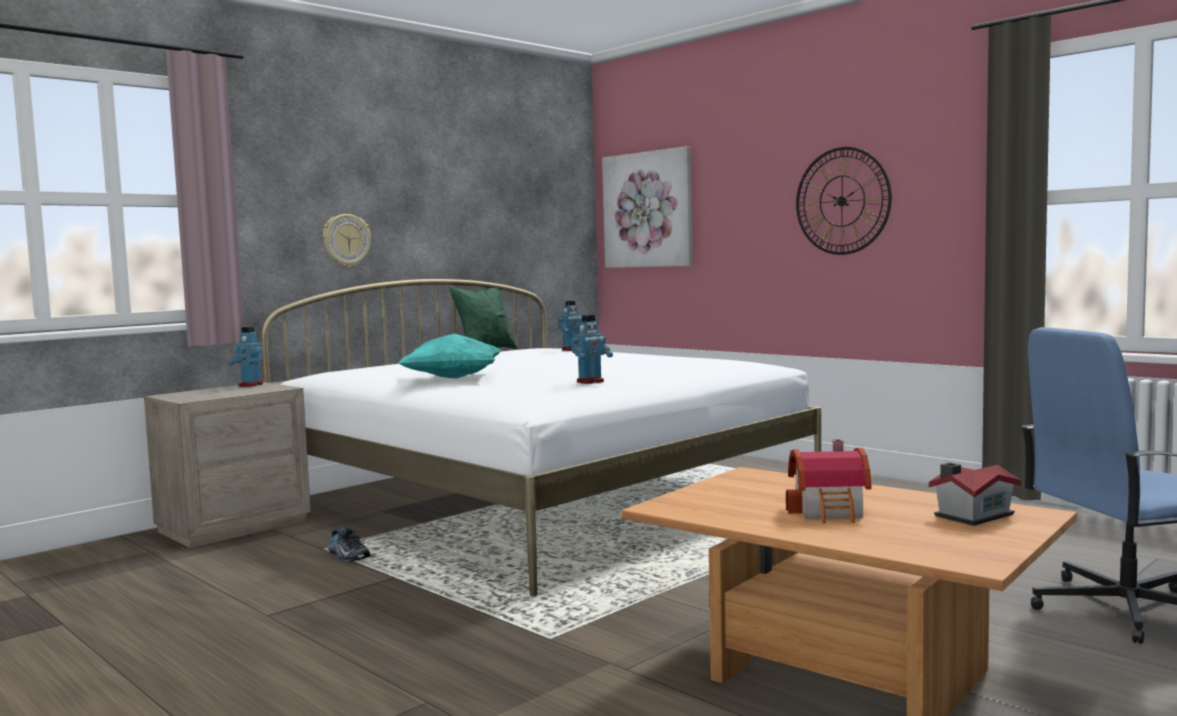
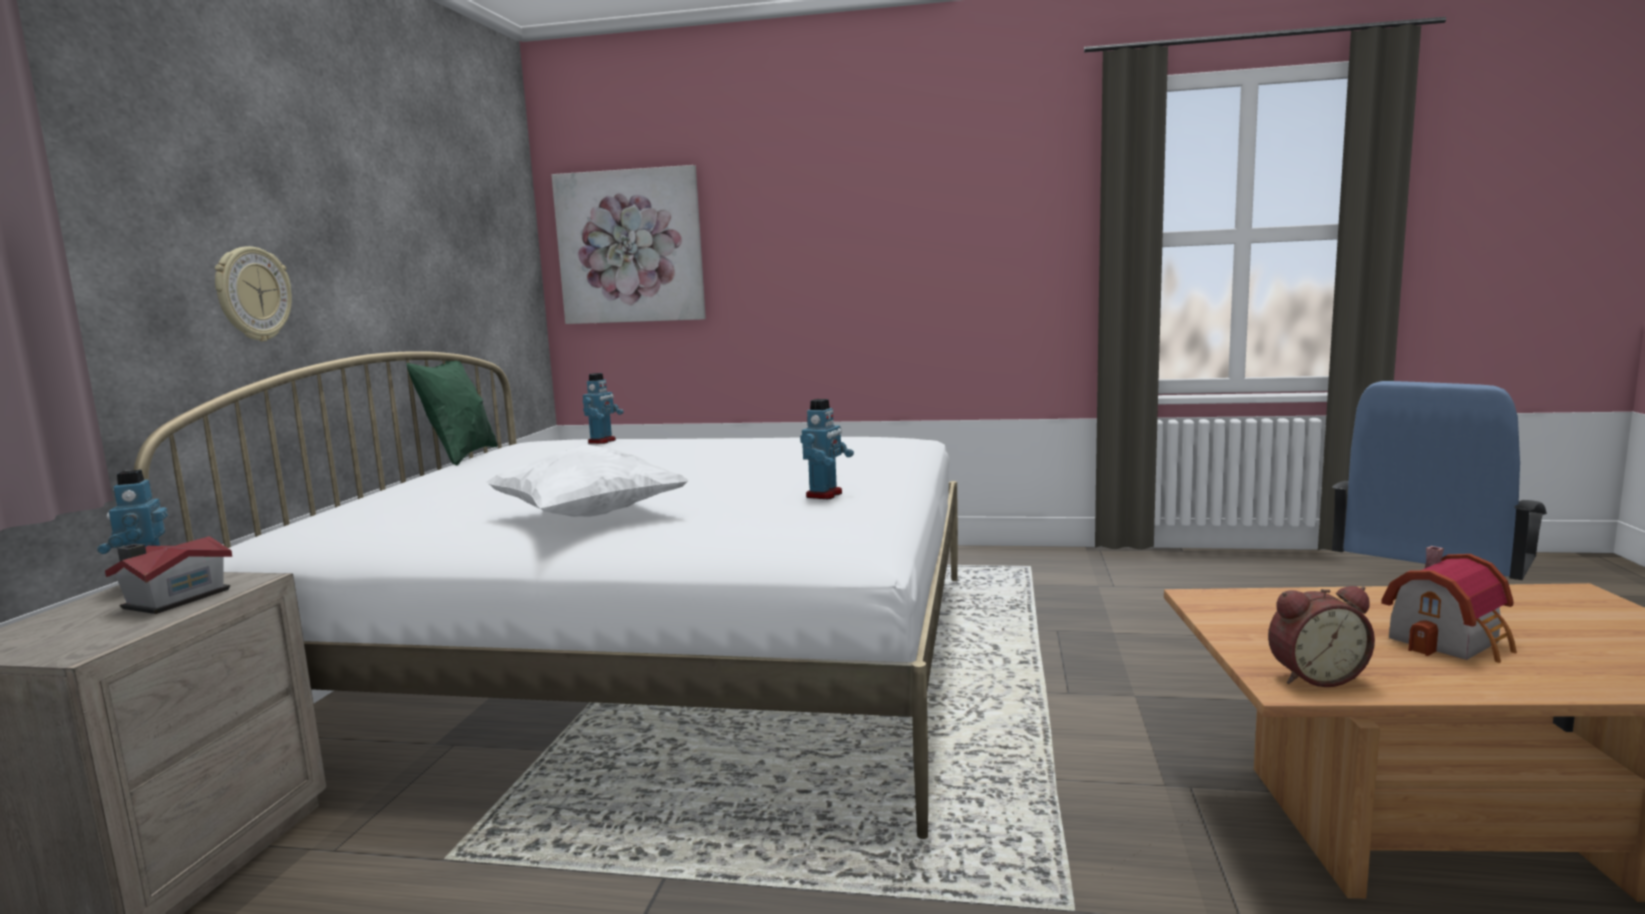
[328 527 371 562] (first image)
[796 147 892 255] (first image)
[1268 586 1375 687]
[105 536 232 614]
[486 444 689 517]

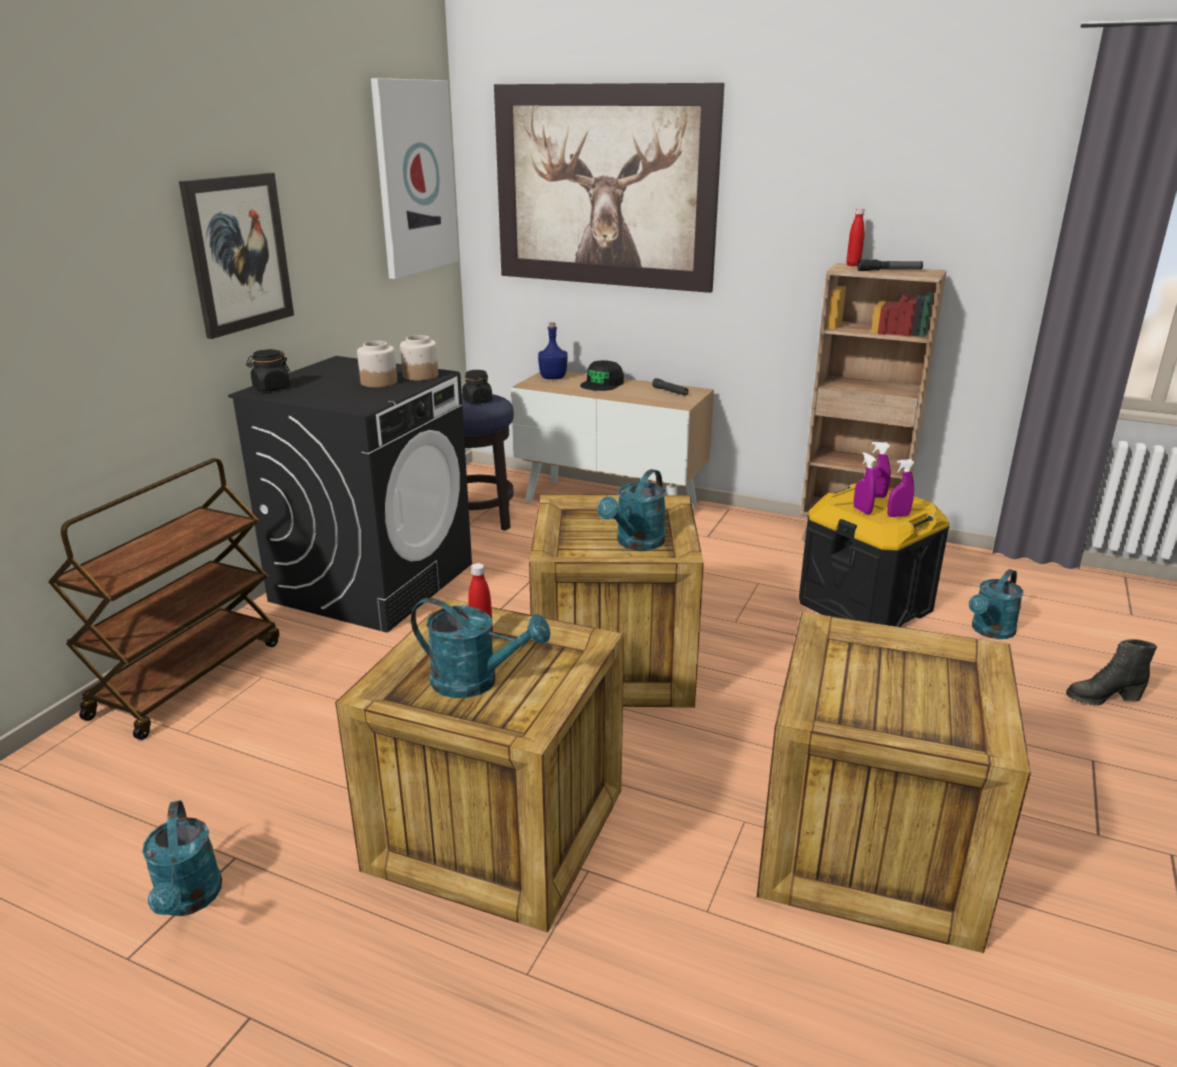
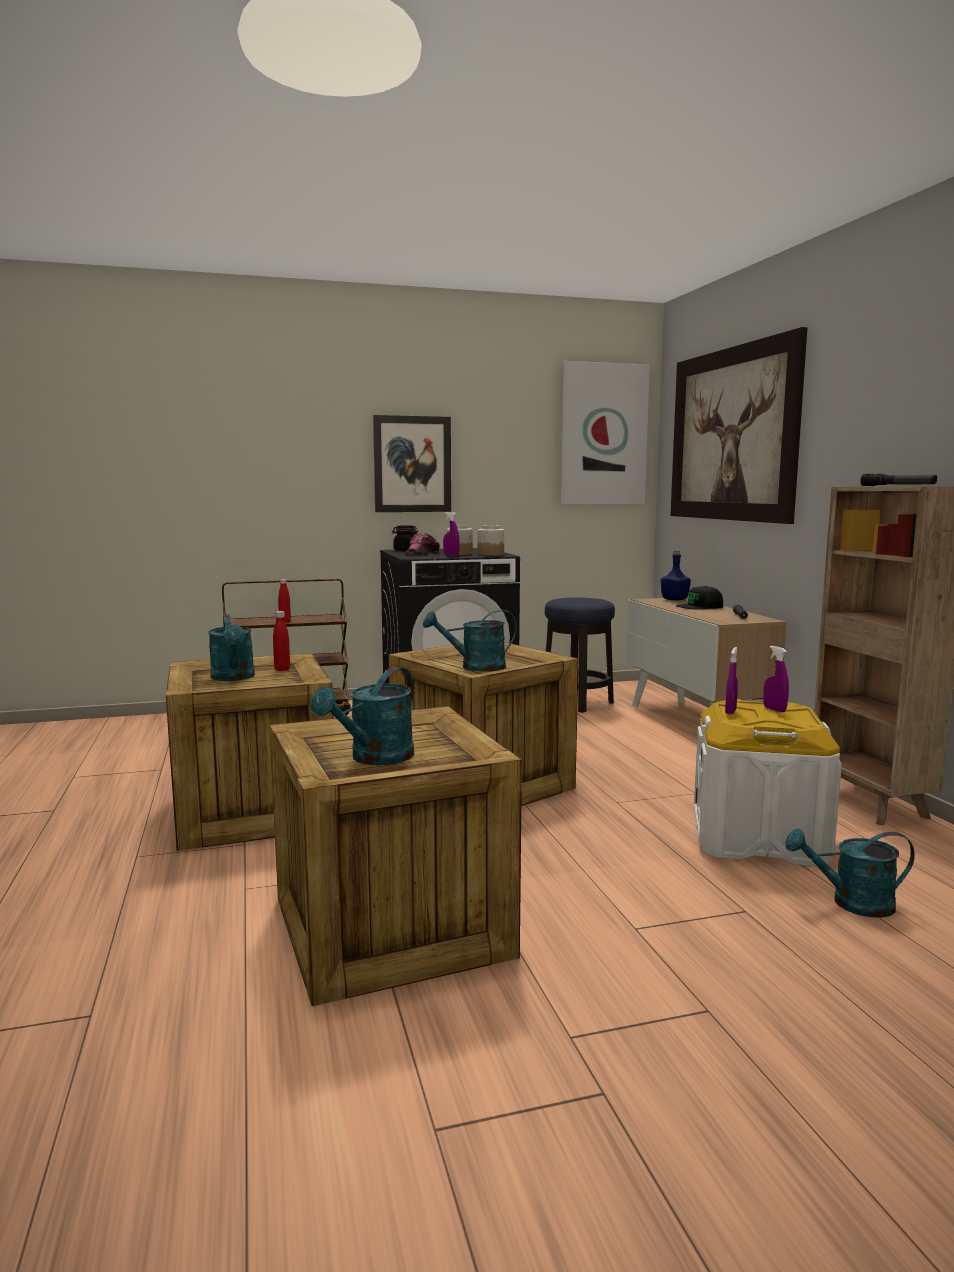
[462 370 492 404] (first image)
[1066 639 1157 705] (first image)
[405 533 440 555]
[311 667 414 765]
[278 579 291 623]
[443 512 460 556]
[694 699 842 866]

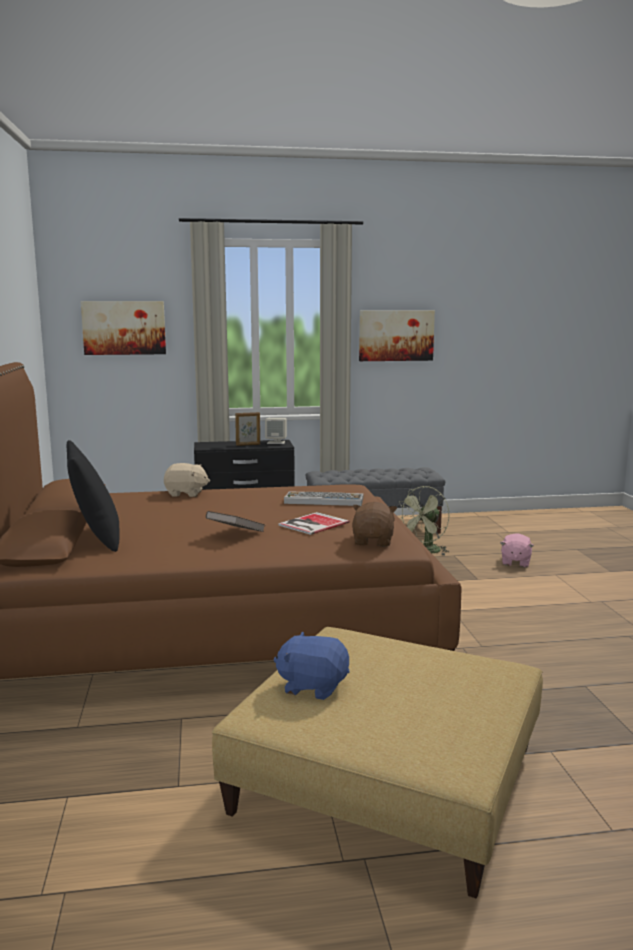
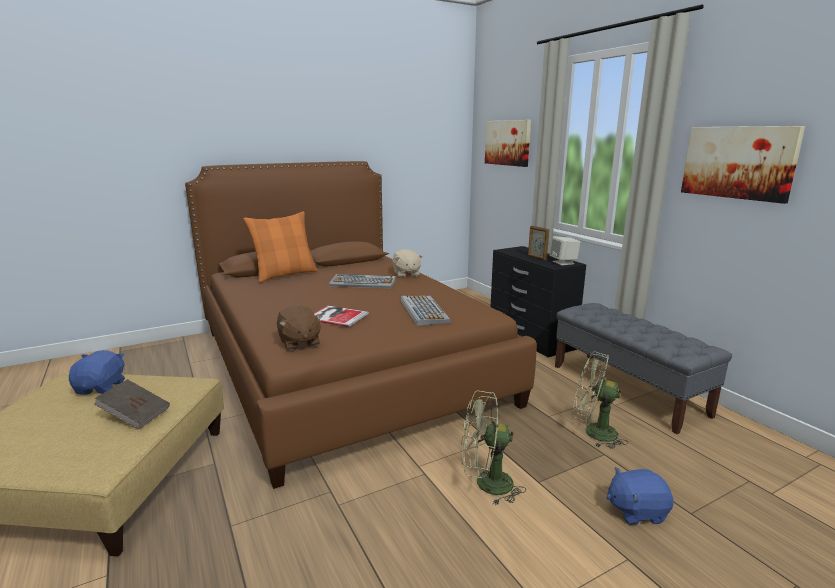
[329 274 396 288]
[461 391 526 505]
[94 379 170 430]
[243 211 318 283]
[606 467 674 525]
[277 305 323 351]

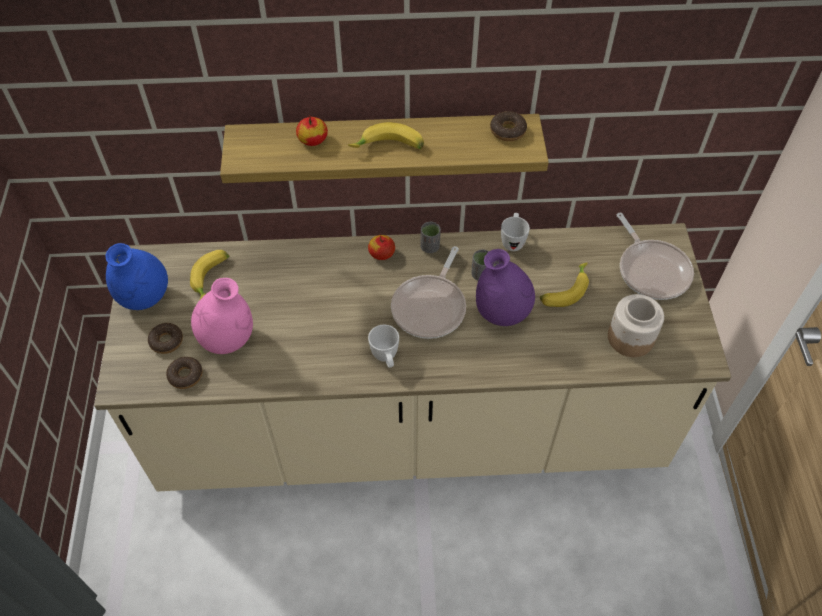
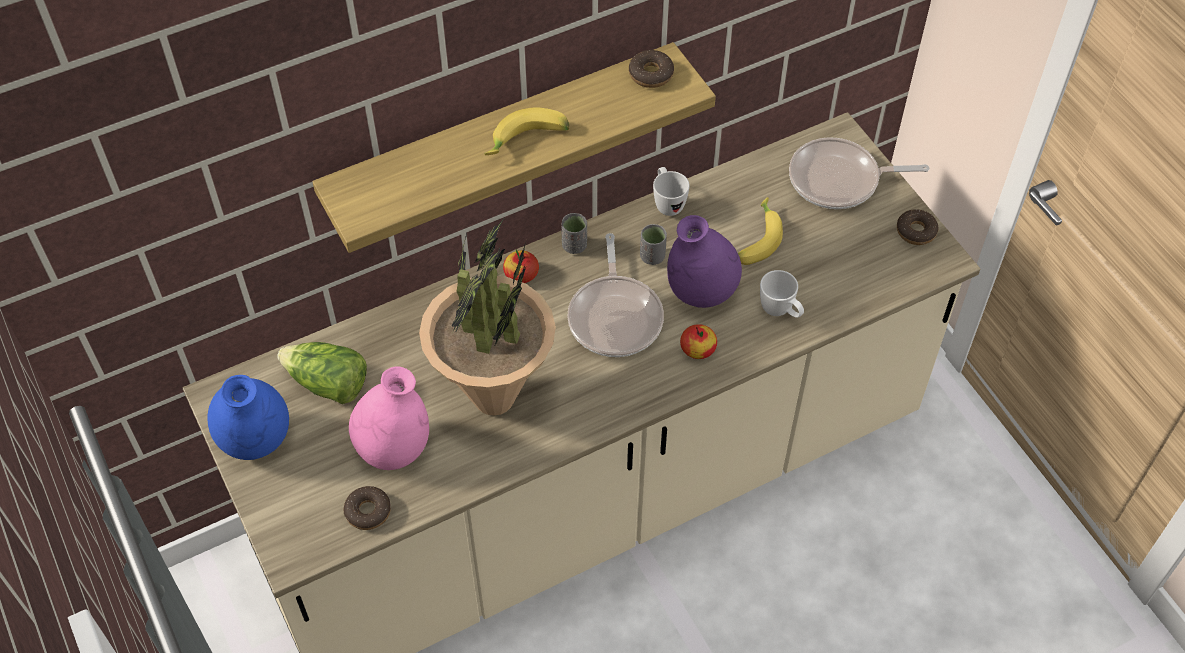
[608 294 664 357] (first image)
[419 219 556 416]
[897 209 939 245]
[680 324 717 359]
[760 270 804 318]
[277 342 367 404]
[789 137 929 209]

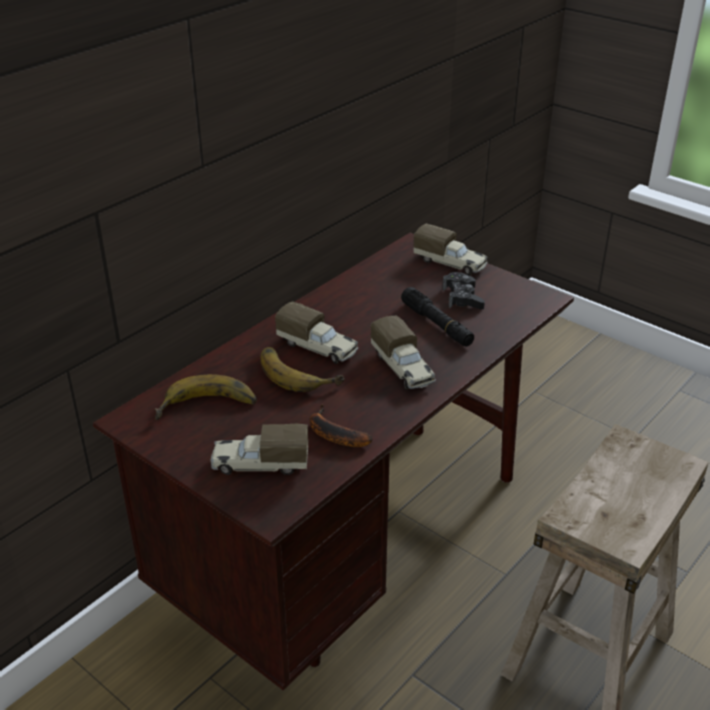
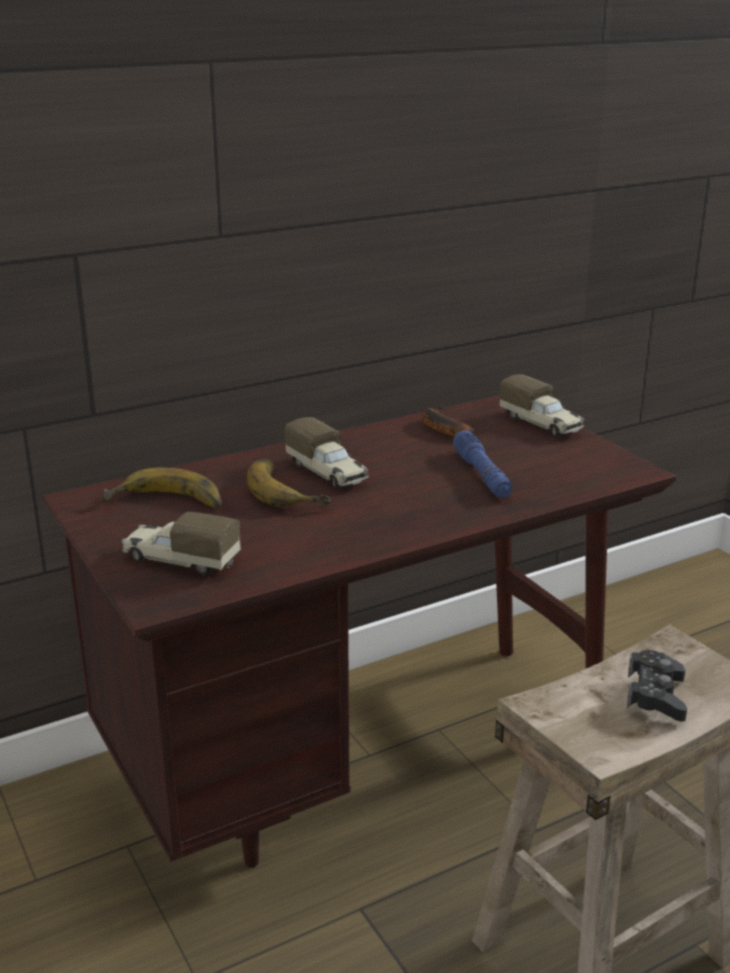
[371 316 436 389] (first image)
[422 406 474 437]
[627 650 687 722]
[453 430 513 498]

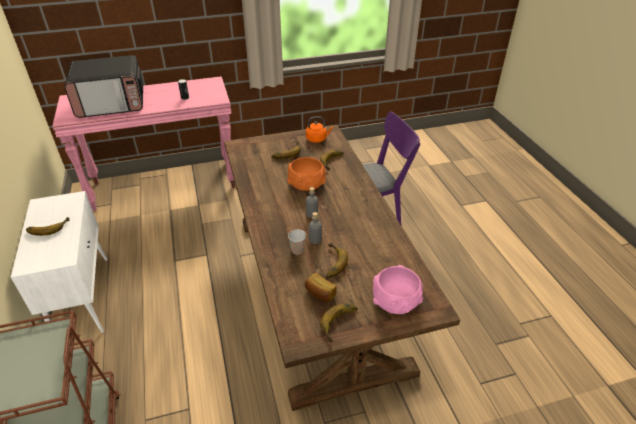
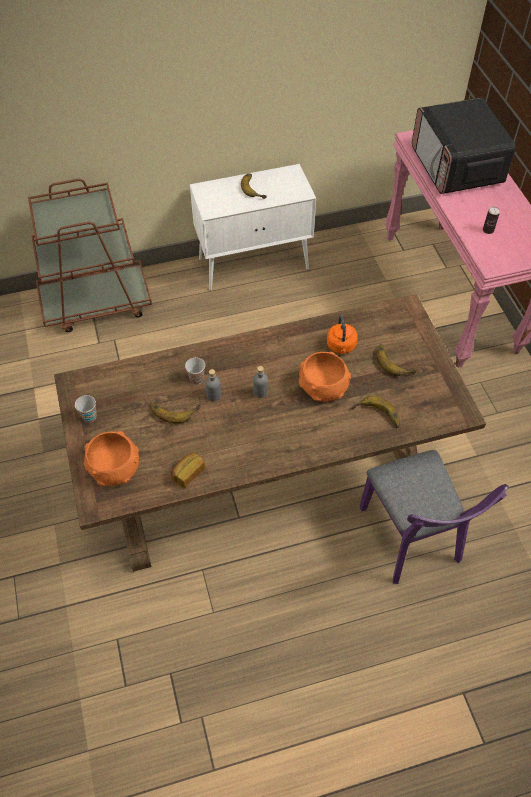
[171 453 205 487]
[327 315 358 354]
[75 395 97 423]
[84 431 139 486]

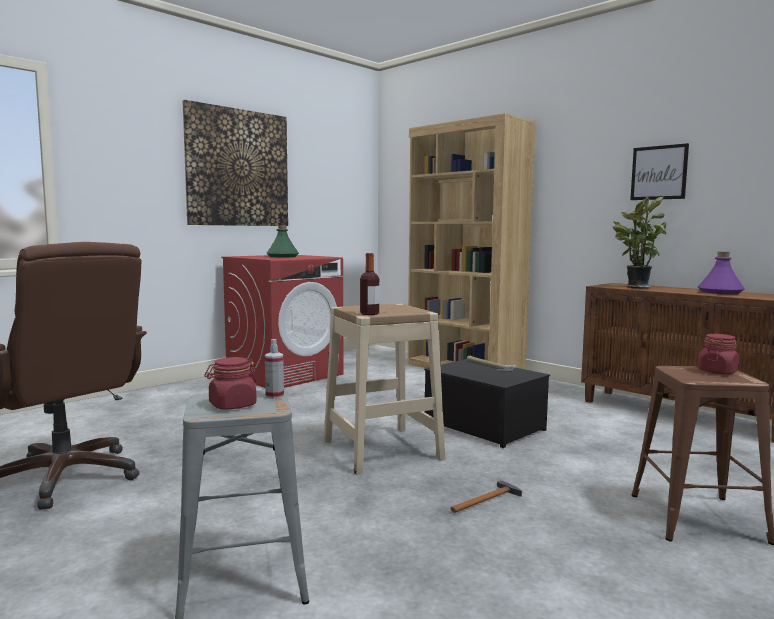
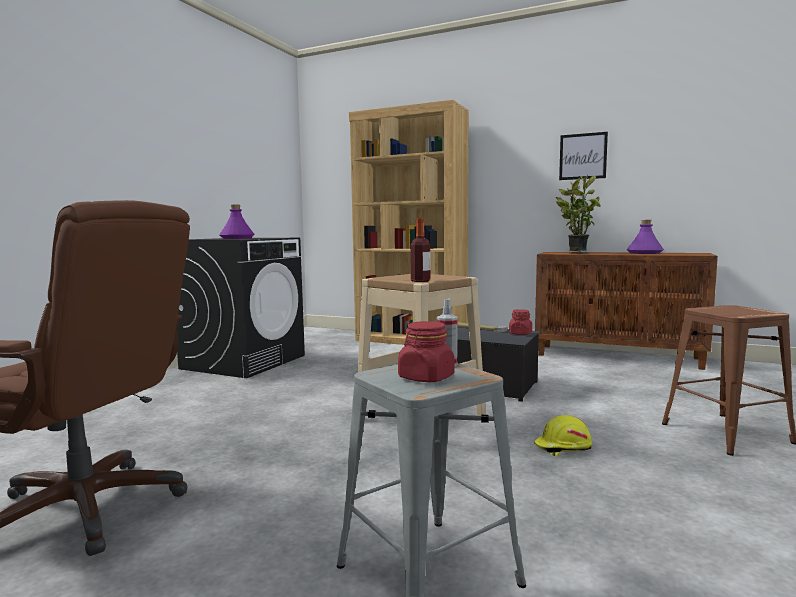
[182 100 288 226] (first image)
[509 309 532 335]
[534 415 592 456]
[177 238 305 378]
[219 205 255 239]

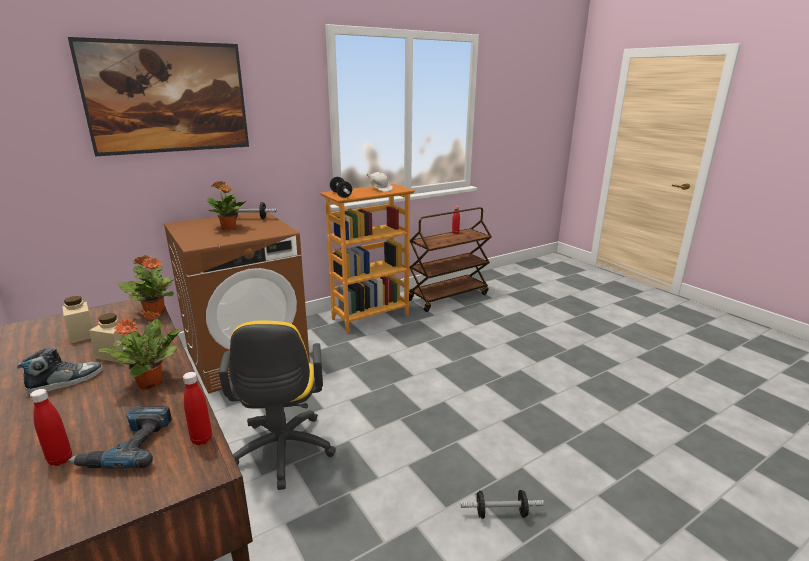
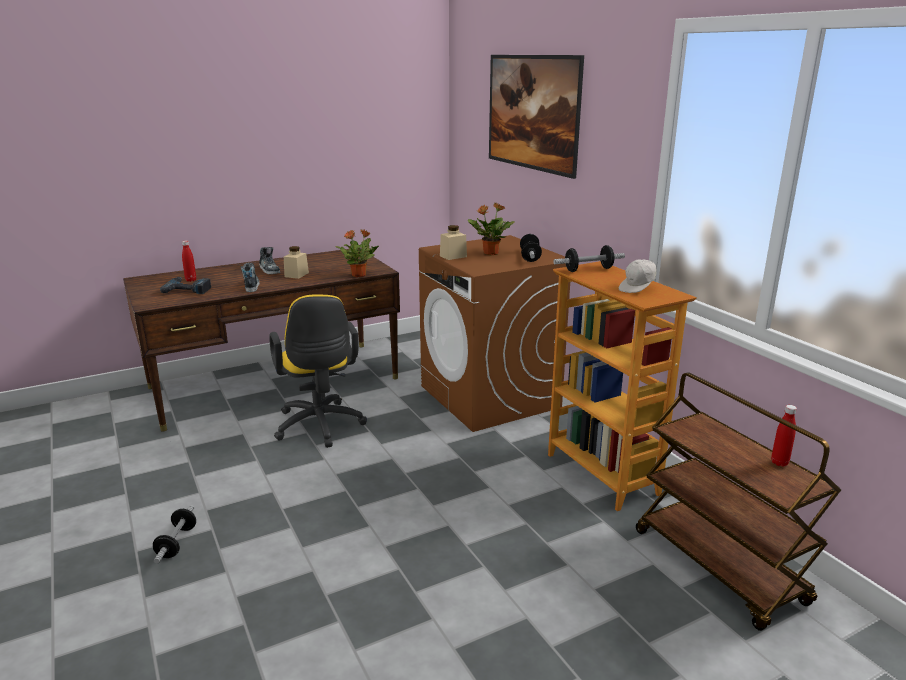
[183 372 212 445] (first image)
[440 225 467 260]
[241 263 259 292]
[269 294 367 448]

